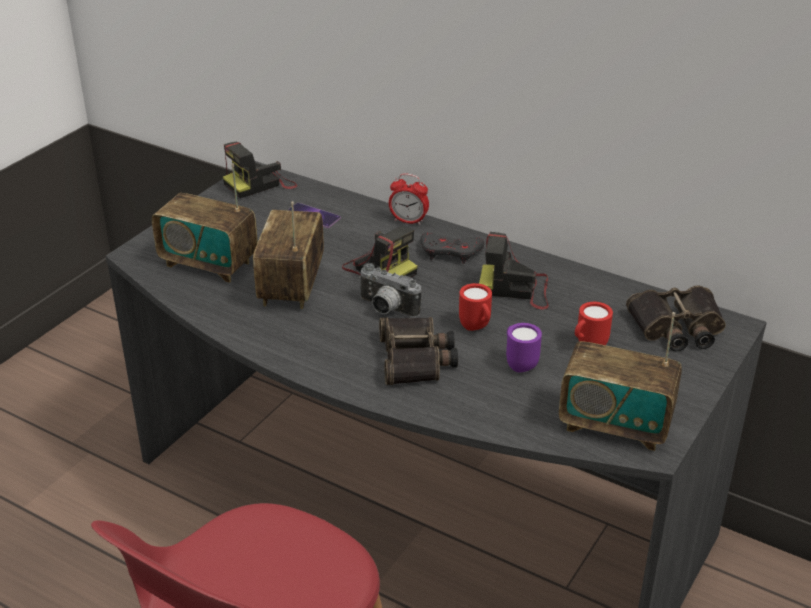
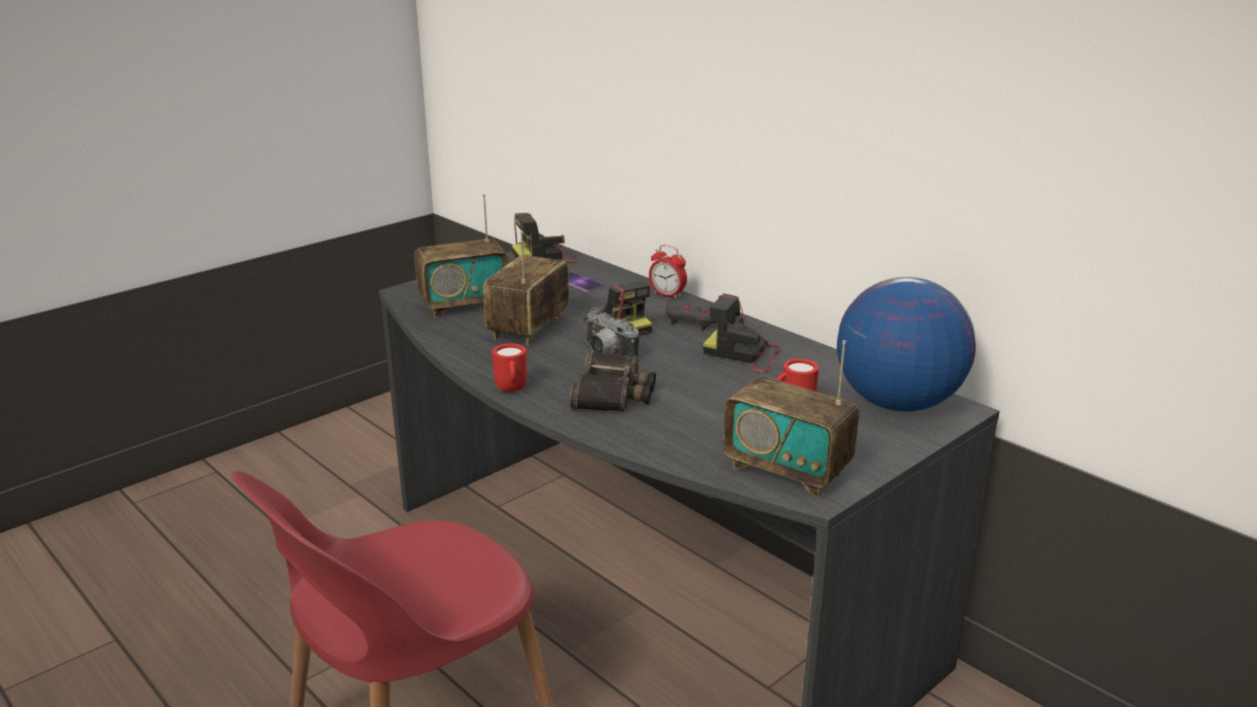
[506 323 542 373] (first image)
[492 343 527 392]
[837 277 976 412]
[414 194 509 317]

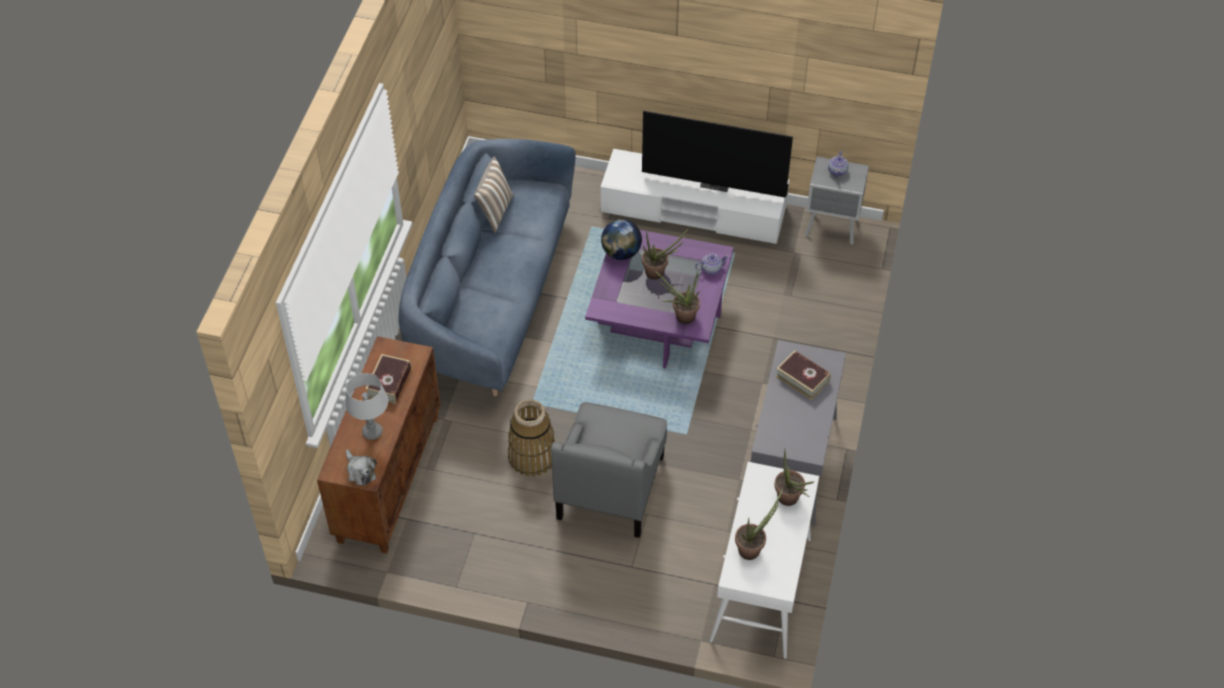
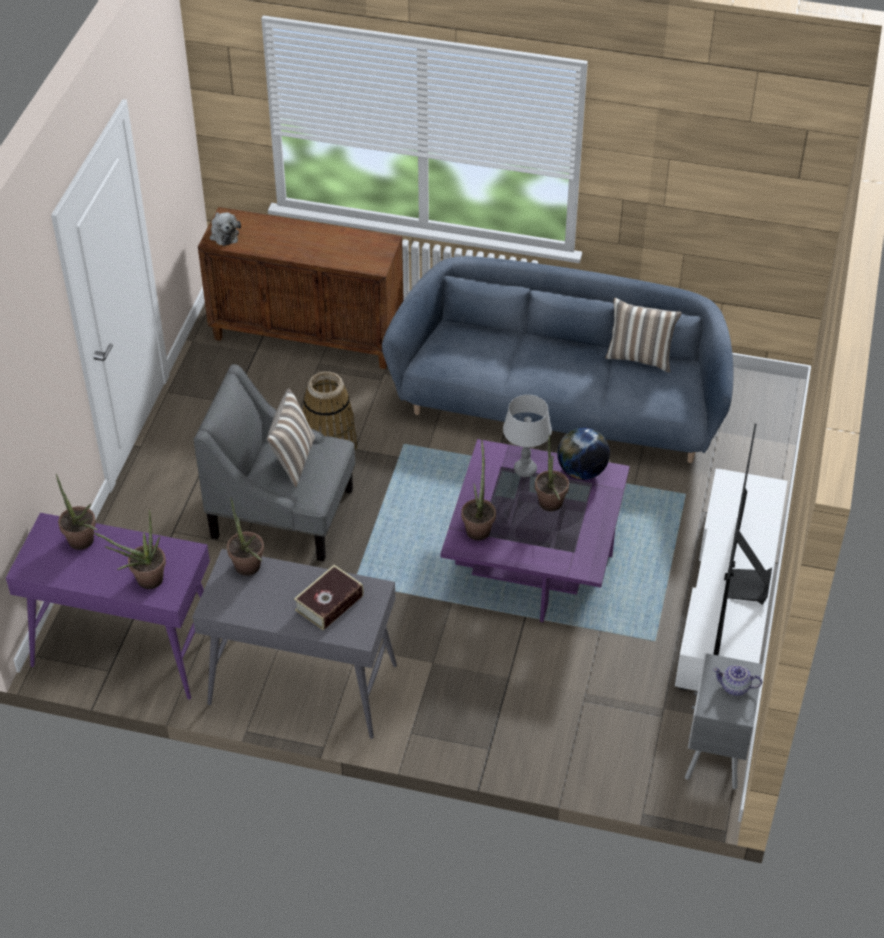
[366 354 411 404] (first image)
[695 254 729 275] (first image)
[227 497 264 576]
[267 388 315 487]
[503 395 552 477]
[6 513 210 699]
[210 212 241 246]

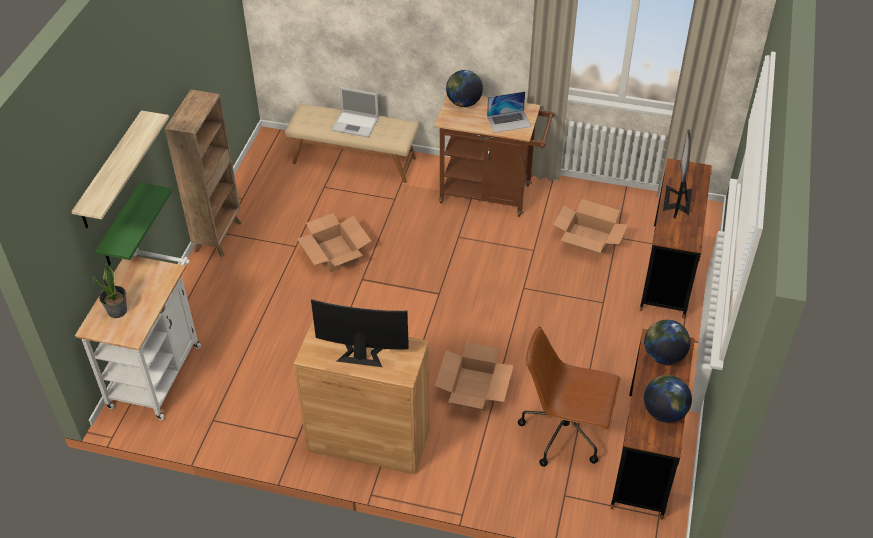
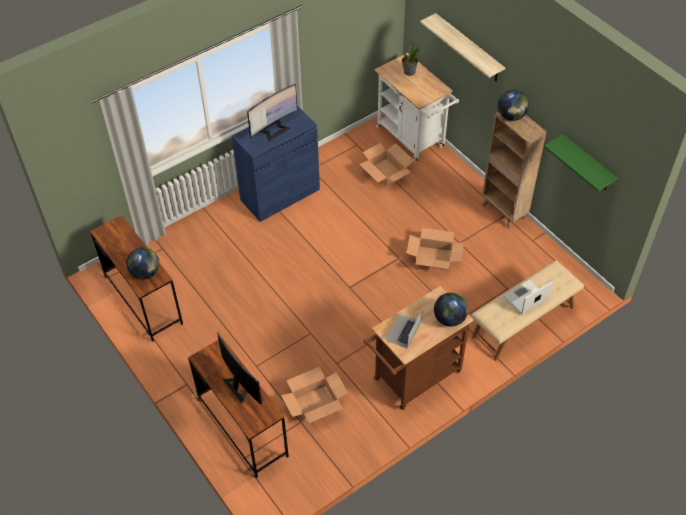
[518 326 621 467] (first image)
[544 134 618 192]
[359 143 414 187]
[498 90 529 121]
[232 106 320 222]

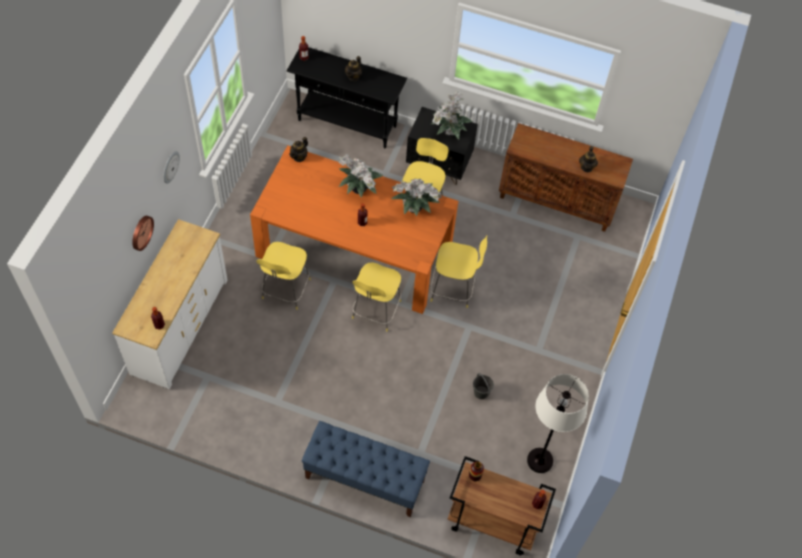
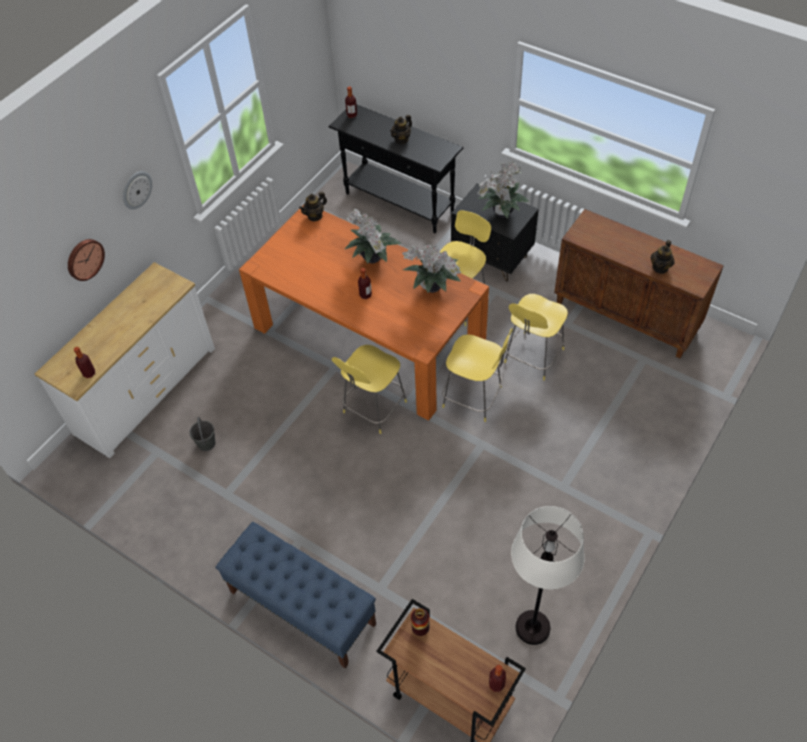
[504 294 568 381]
[189 417 215 451]

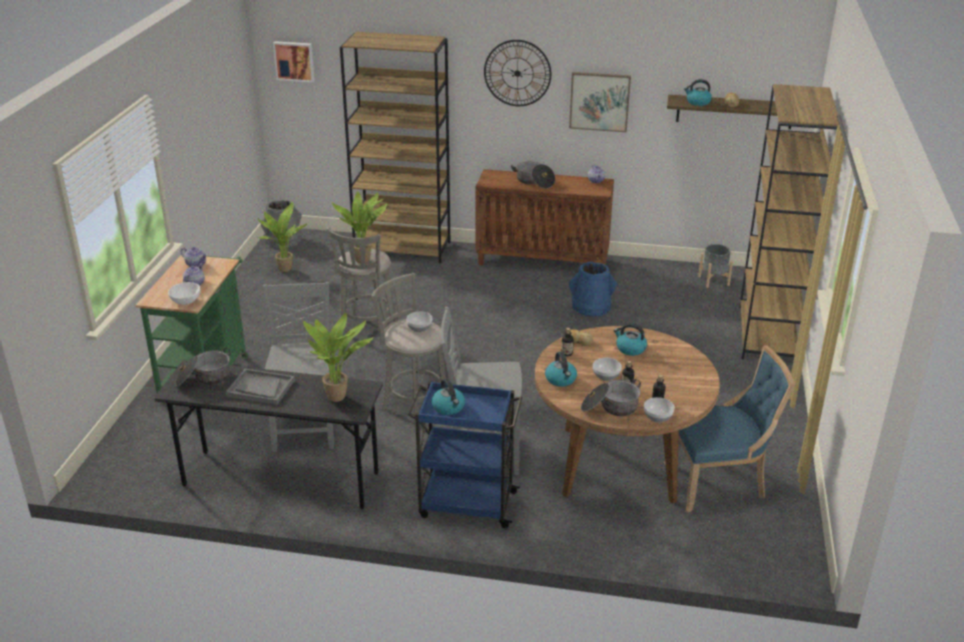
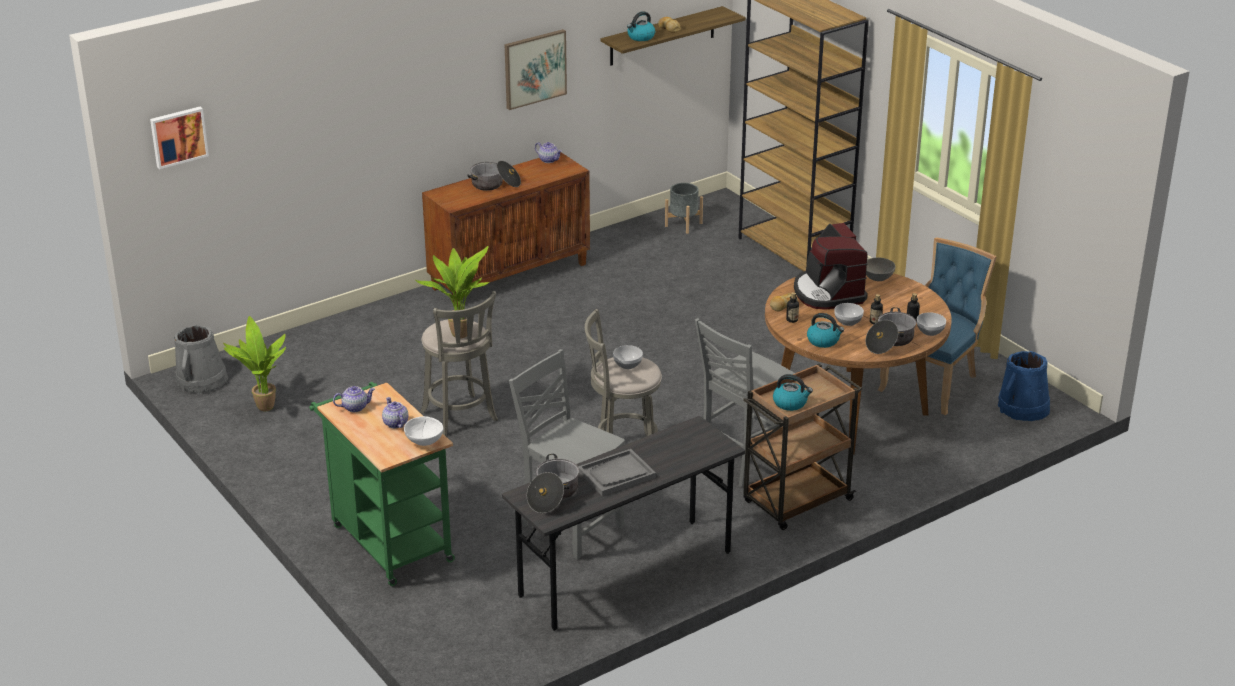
[303 313 374 402] (first image)
[340 32 450 263] (first image)
[484 40 551 106] (first image)
[866 258 895 281]
[998 351 1050 421]
[794 223 868 310]
[743 364 862 530]

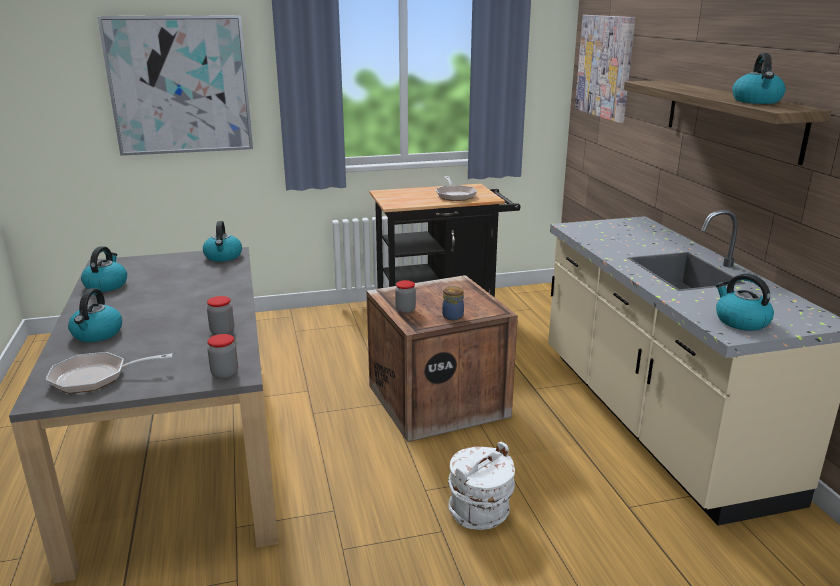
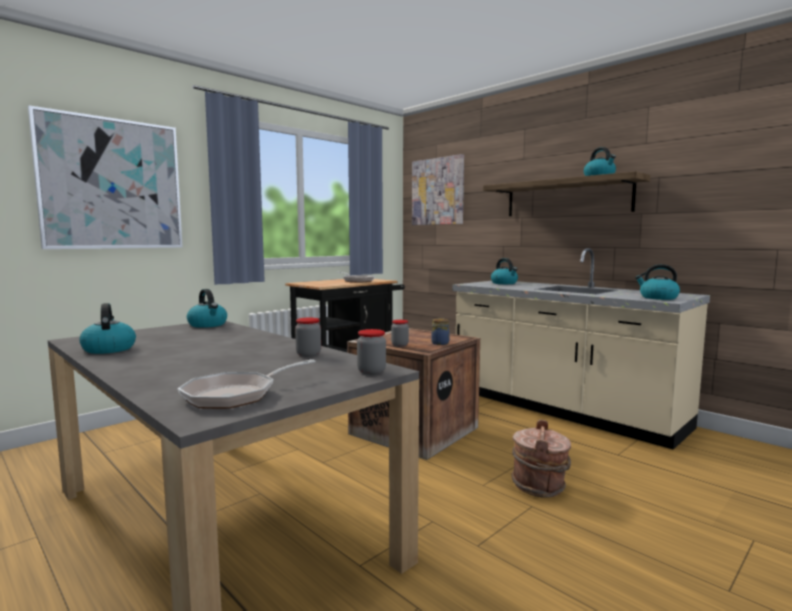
[491 258 518 284]
[512 419 571 498]

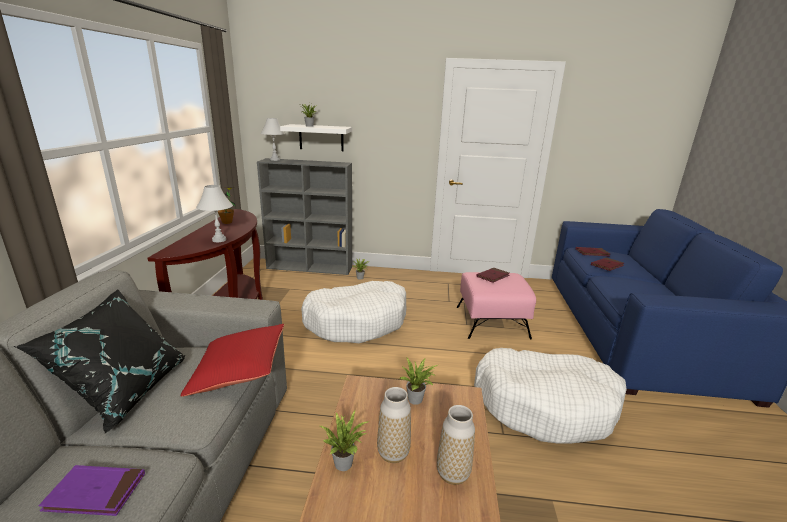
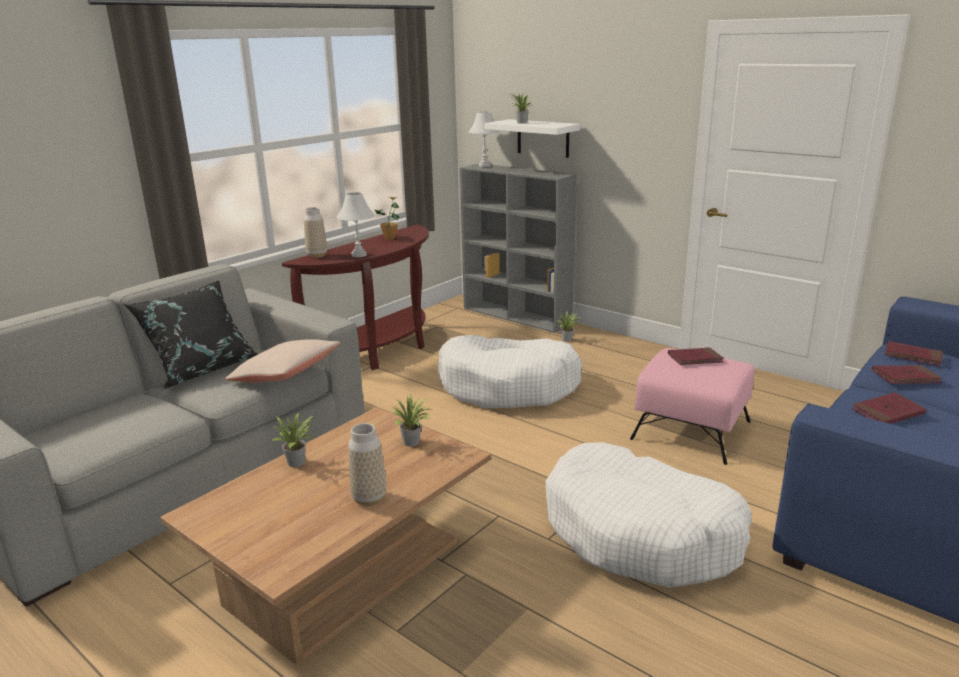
[39 465 145 516] (first image)
[852 392 927 424]
[304 207 327 258]
[225 339 341 383]

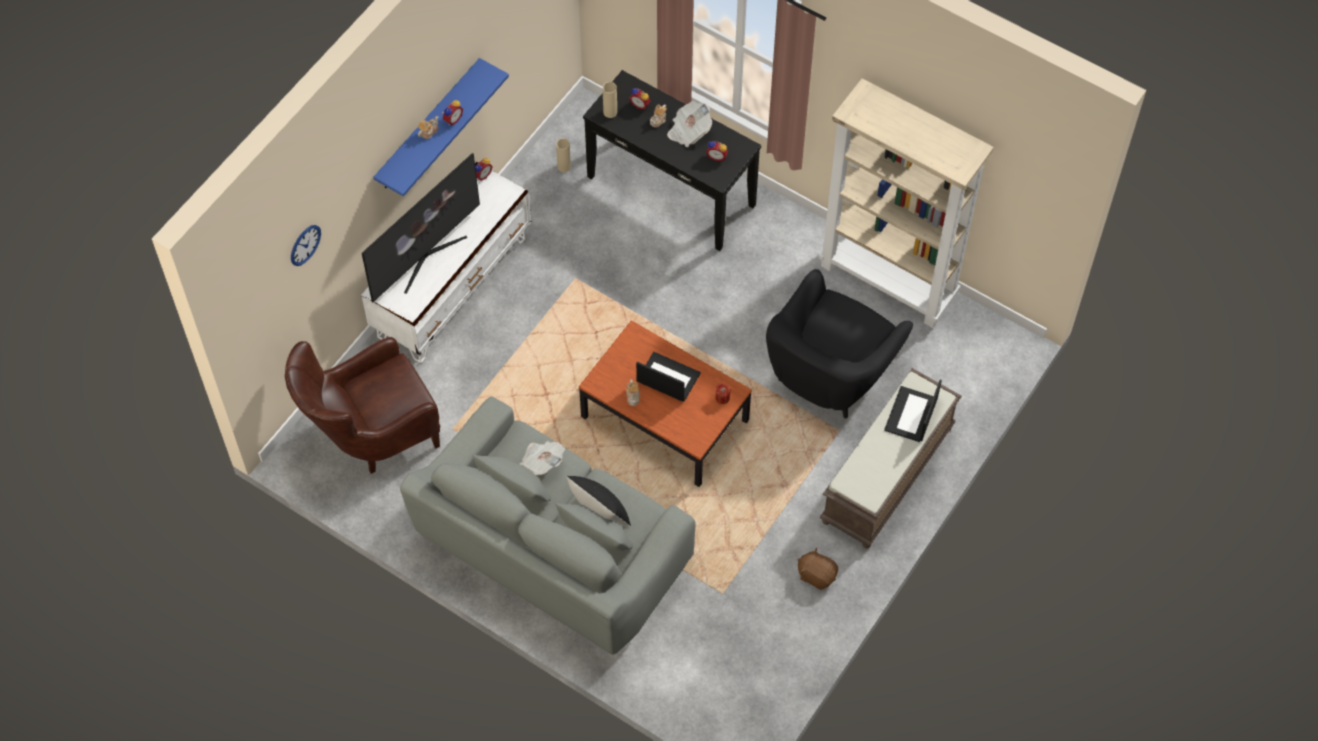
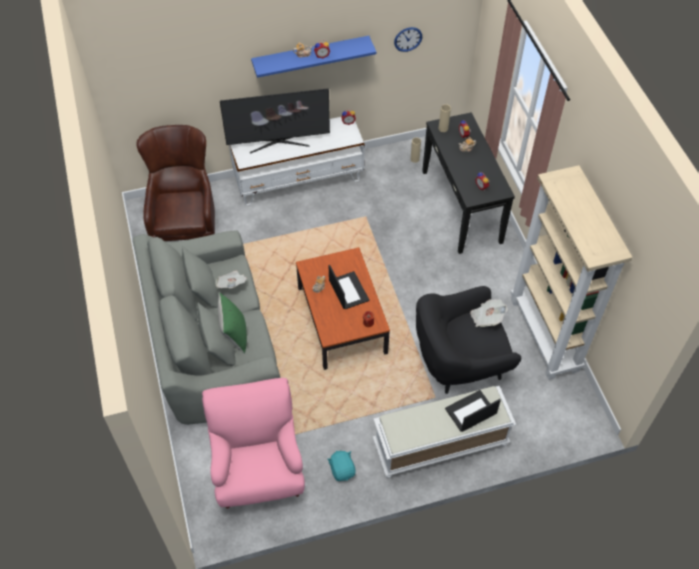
[202 378 305 509]
[394 27 422 52]
[470 299 507 327]
[218 293 247 354]
[327 450 356 481]
[373 386 516 478]
[136 125 215 241]

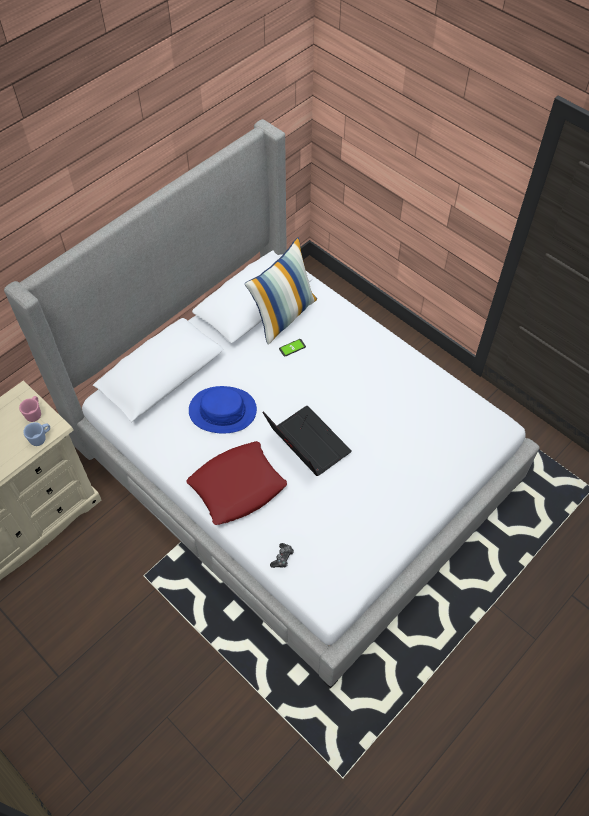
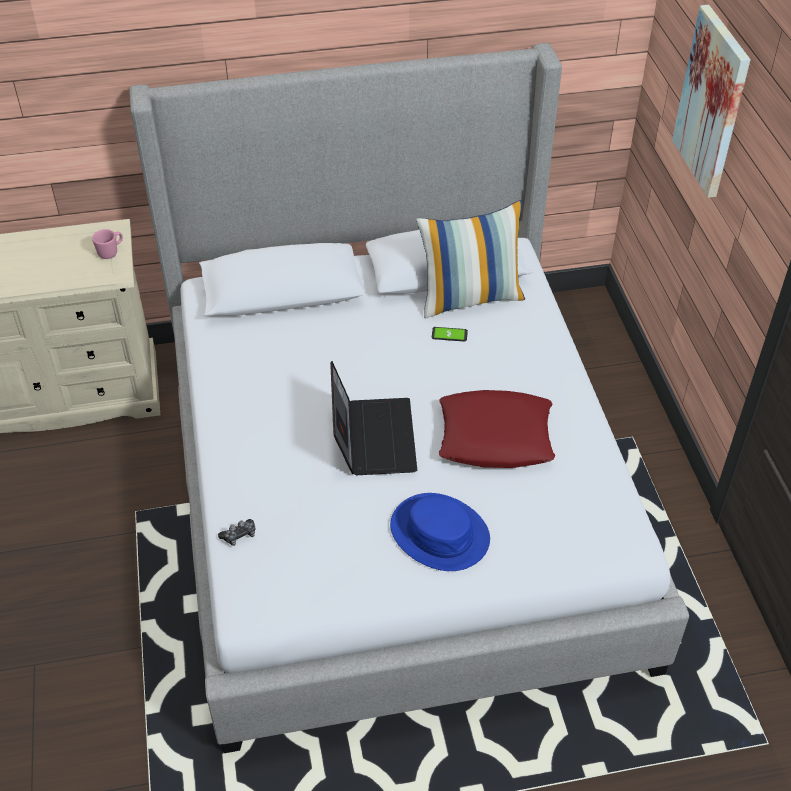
[23 422 50 446] (first image)
[672 5 751 198]
[439 390 555 468]
[390 493 490 571]

